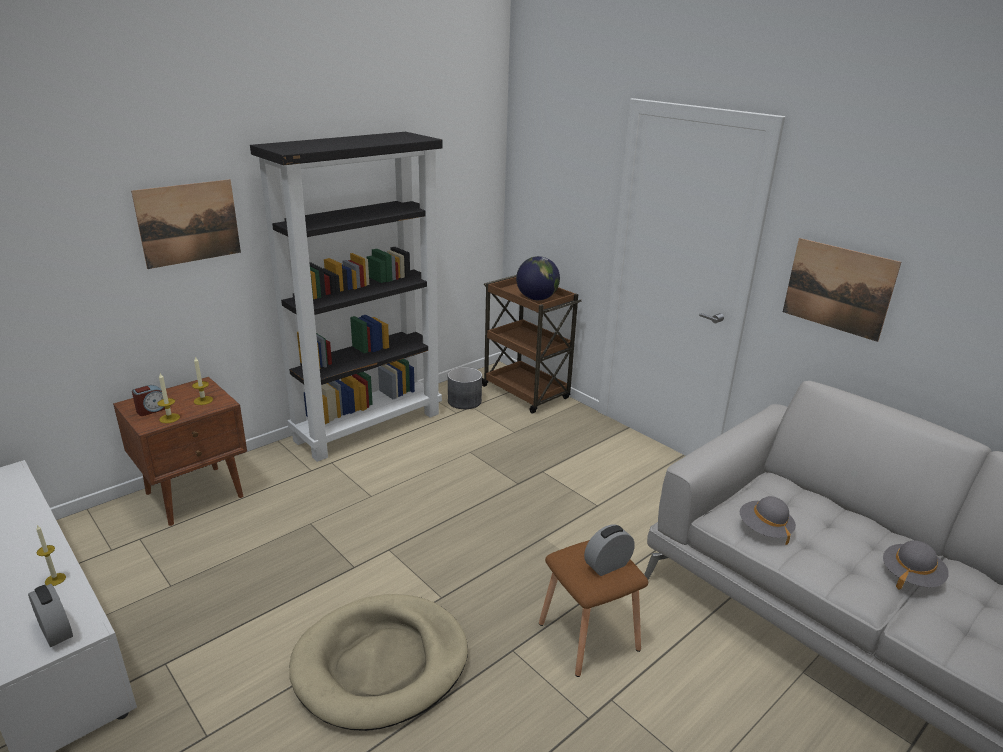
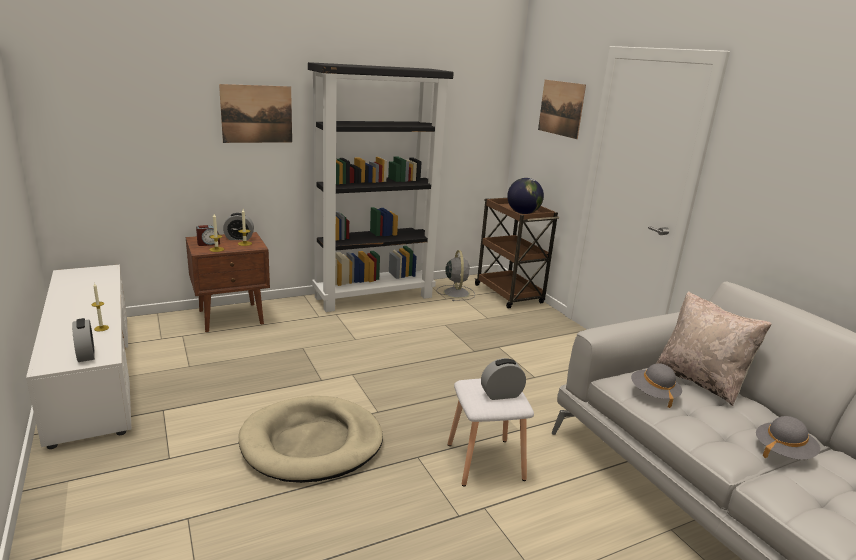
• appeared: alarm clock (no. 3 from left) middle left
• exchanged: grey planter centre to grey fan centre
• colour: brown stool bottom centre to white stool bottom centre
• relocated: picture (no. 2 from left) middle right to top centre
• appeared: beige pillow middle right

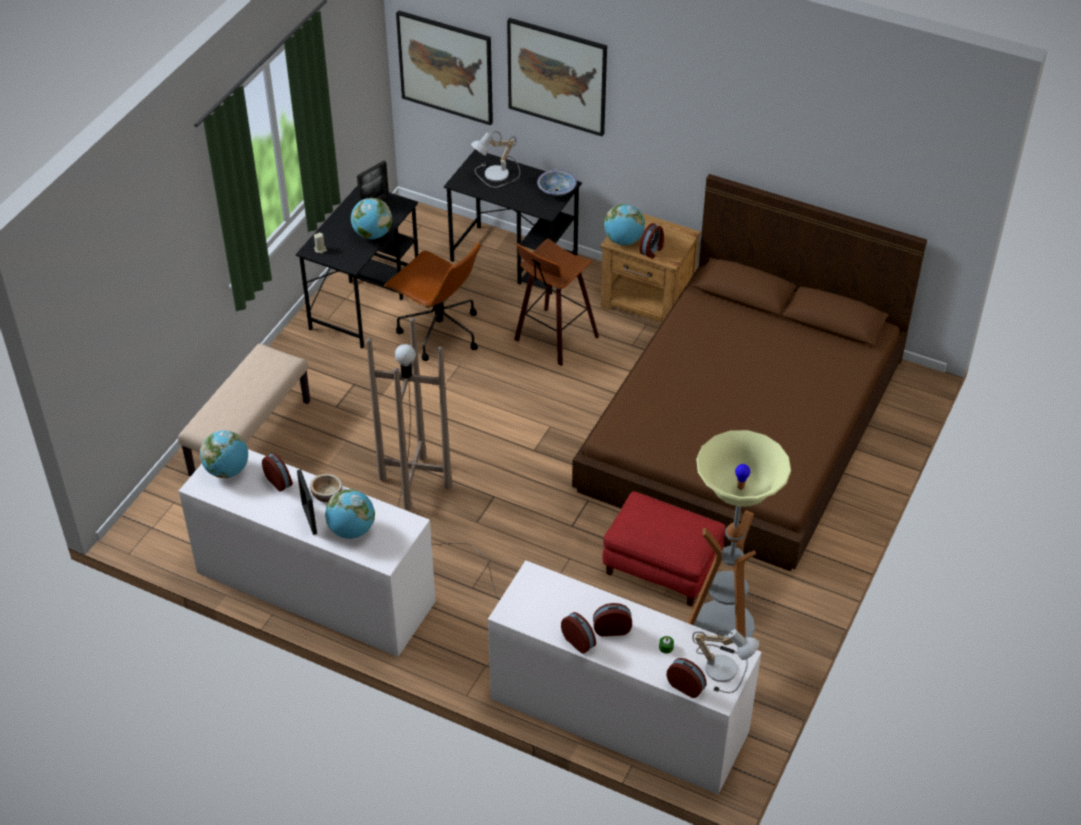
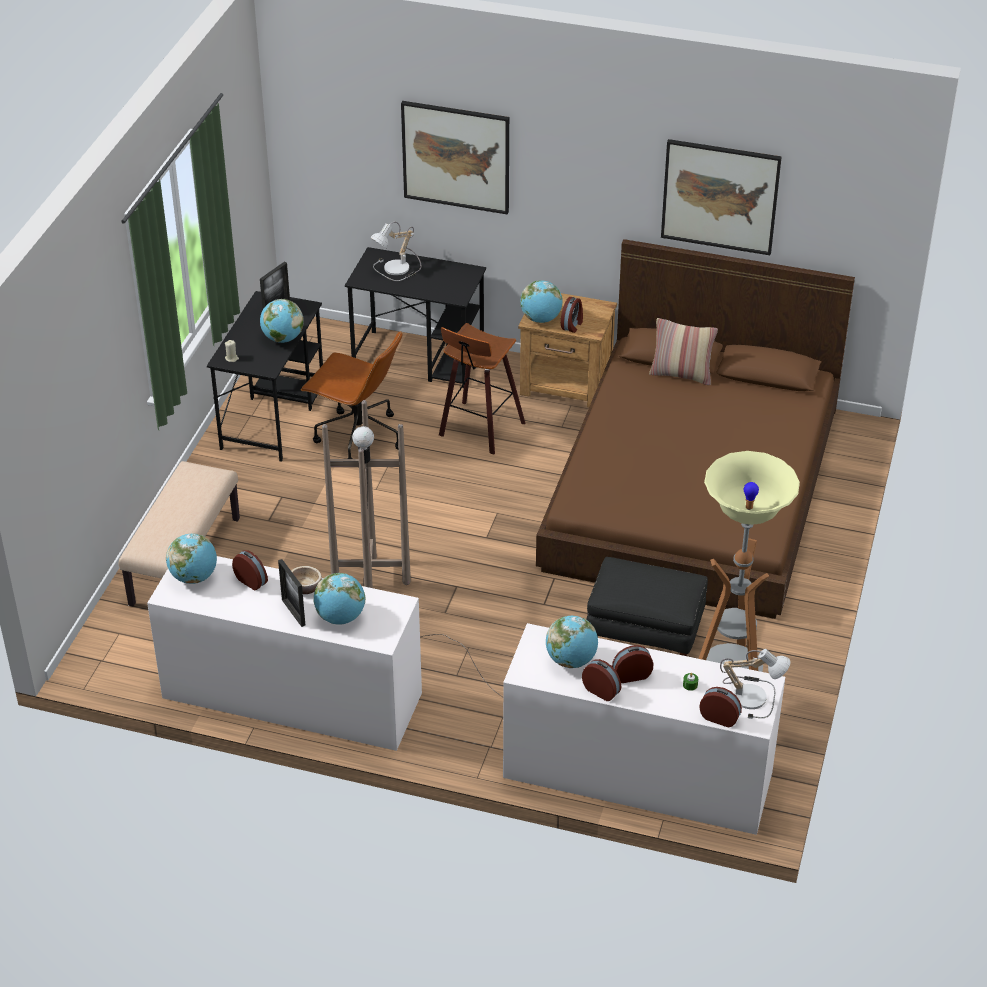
• appeared: globe (no. 5 from left) centre
• colour: red ottoman centre to black ottoman centre
• appeared: pillow middle right
• relocated: picture (no. 1 from left in the first image) top centre to picture (no. 2 from left) top right
• missing: bowl (no. 2 from left) top centre

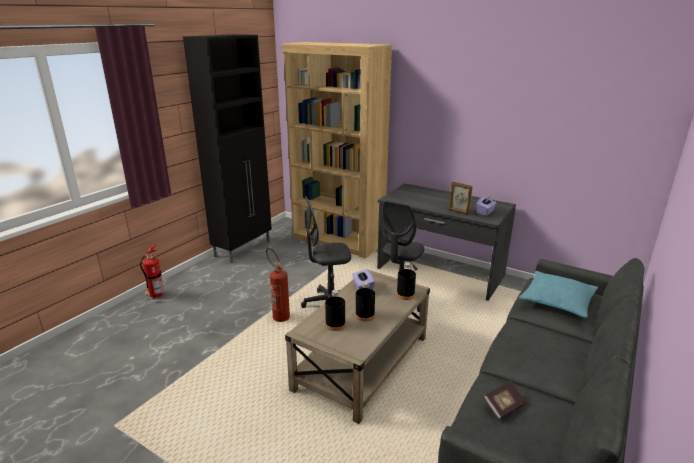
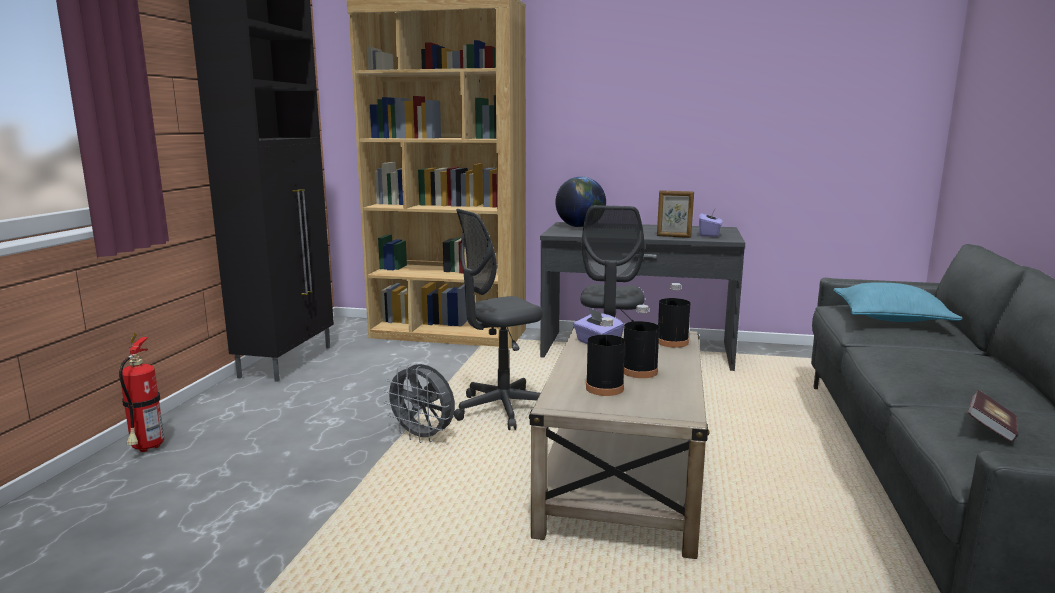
• exchanged: fire extinguisher (no. 2 from left) centre to grey fan bottom centre
• appeared: globe centre

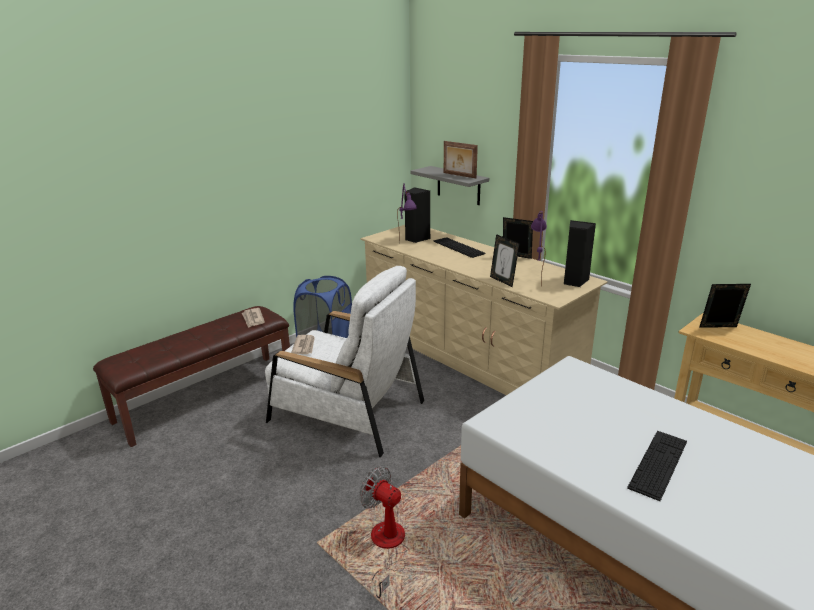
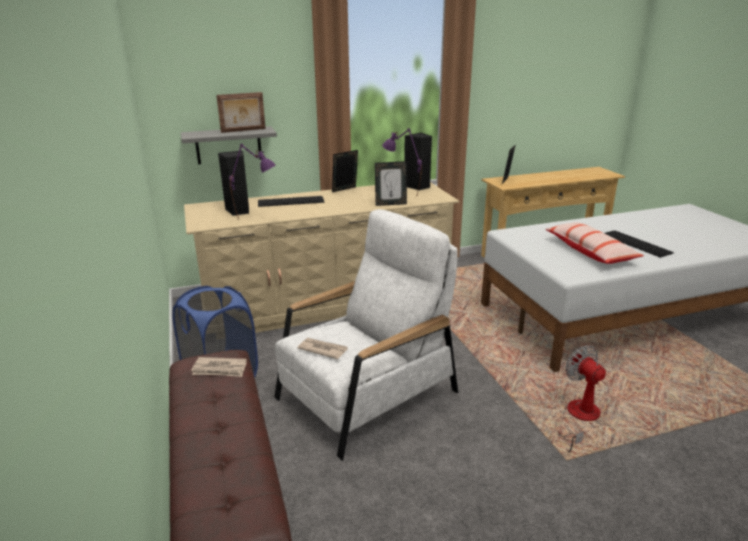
• appeared: pillow middle right
• spun: fan bottom centre = bottom right 90 degrees clockwise

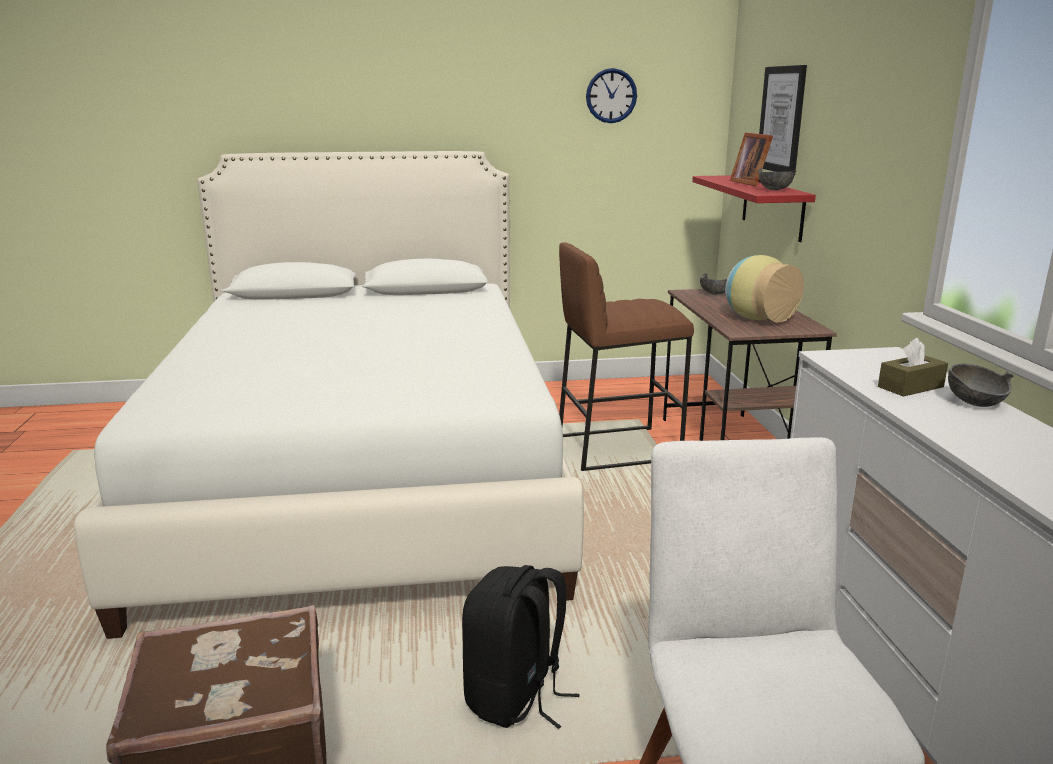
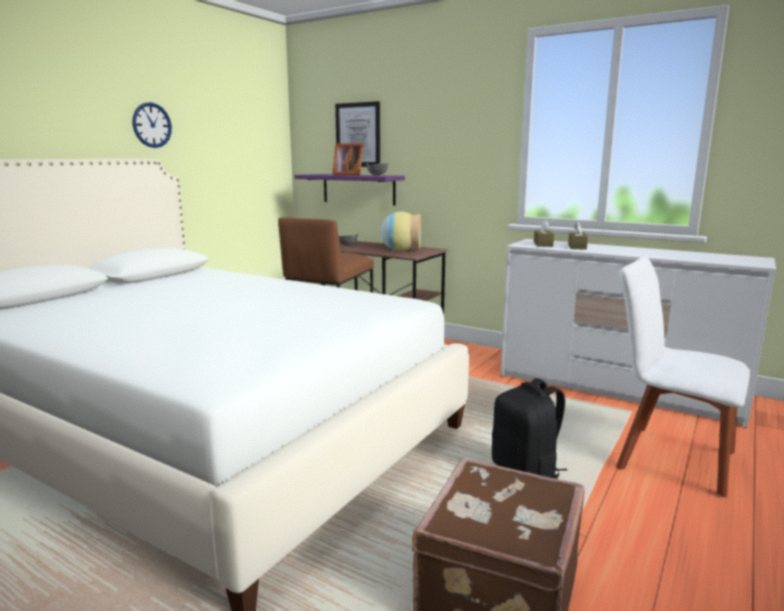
• relocated: wall clock top centre to top left
• colour: red shelf top right to purple shelf top centre
• appeared: brown tissue box (no. 1 from left) middle right
• missing: grey bowl (no. 3 from left) middle right

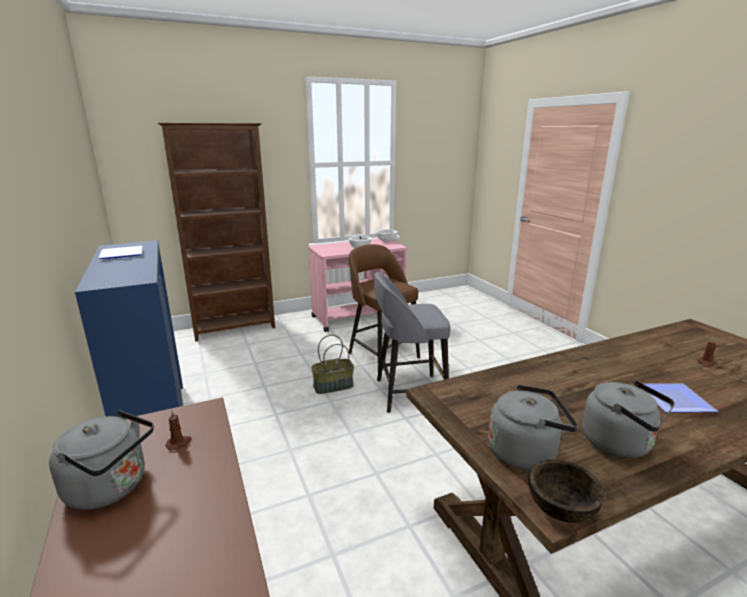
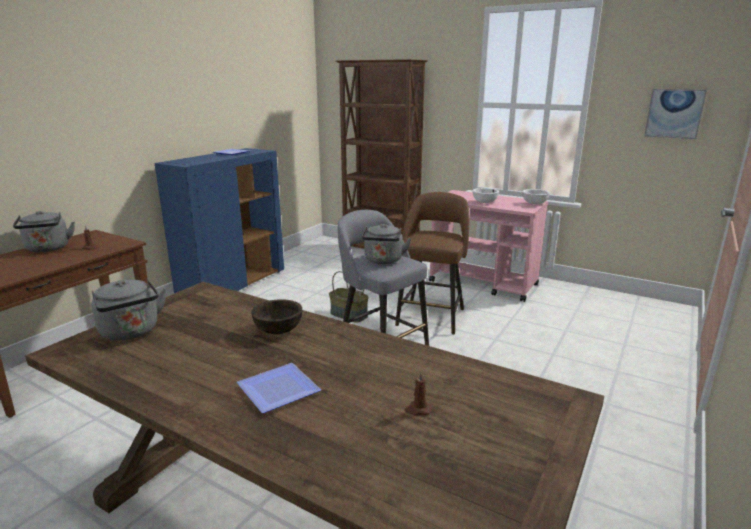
• relocated: brown bowl bottom right to centre
• relocated: grey kettle (no. 3 from left) bottom right to centre
• appeared: picture top right

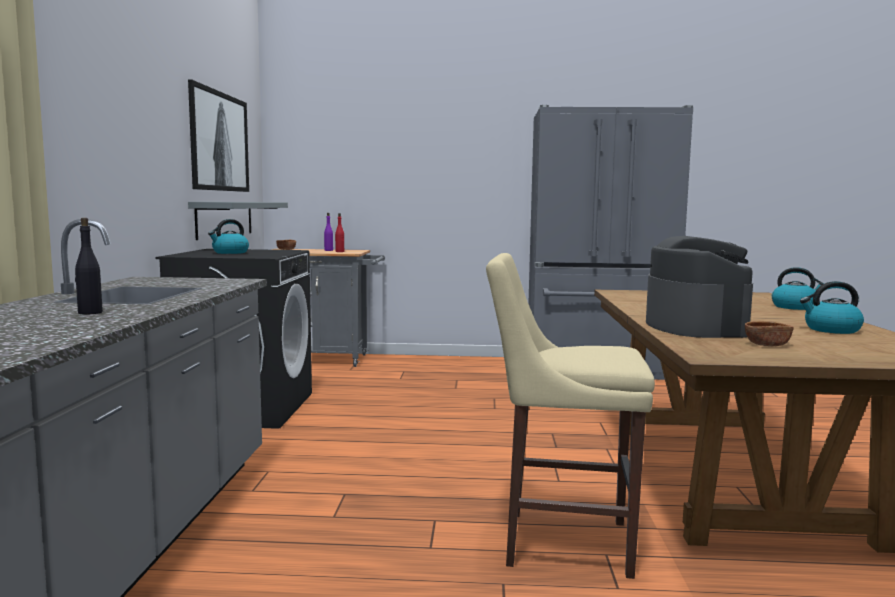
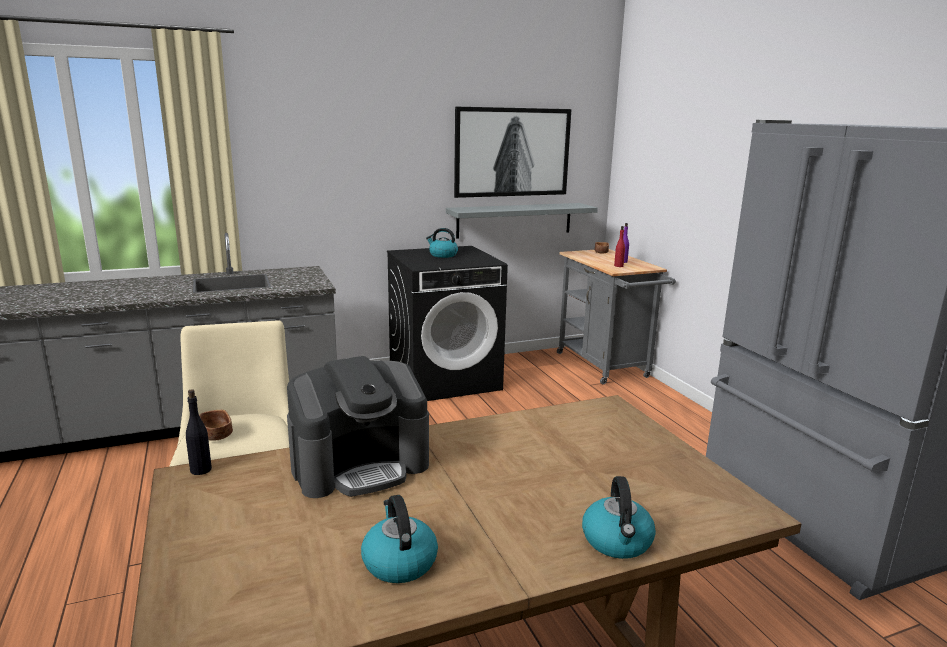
• relocated: black bottle middle left to bottom left
• relocated: brown bowl (no. 2 from left in the first image) middle right to brown bowl (no. 1 from left) middle left

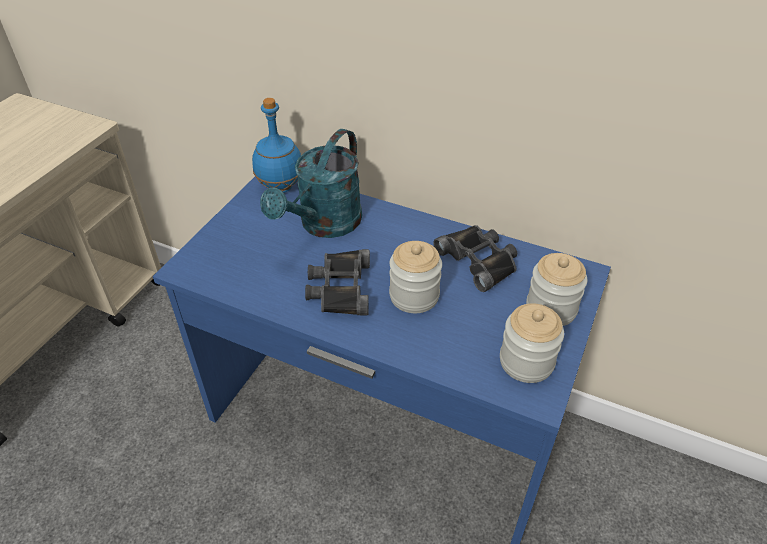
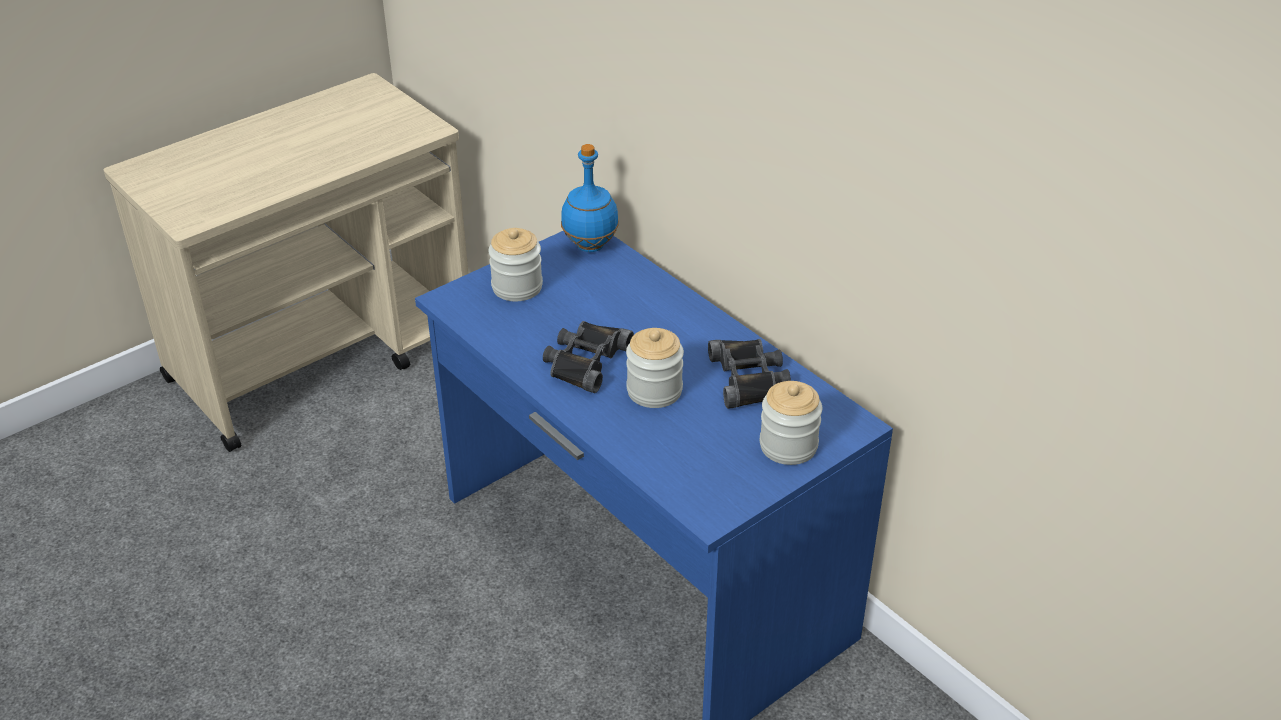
• relocated: jar (no. 2 from left in the first image) middle right to jar (no. 1 from left) centre
• missing: turquoise watering can centre

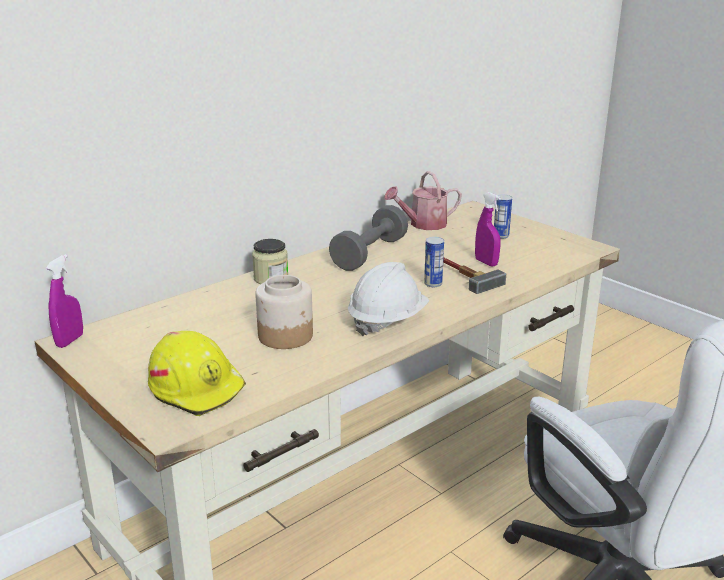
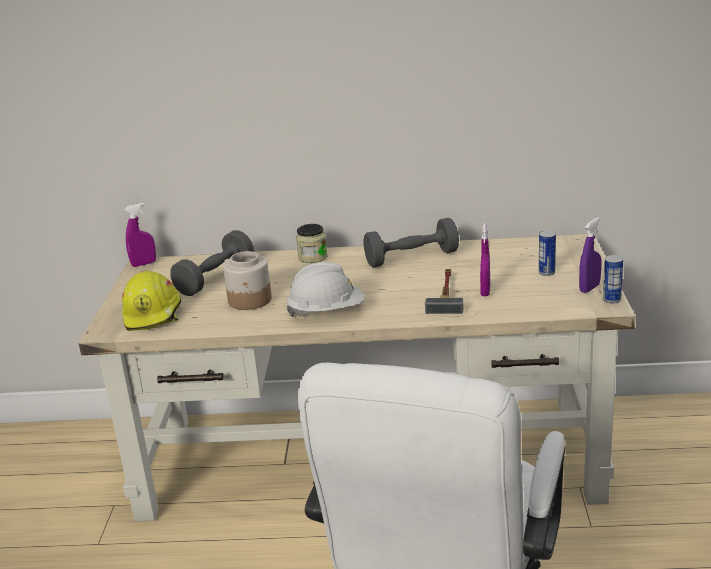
• appeared: grey dumbbell (no. 1 from left) middle left
• appeared: purple spray bottle (no. 3 from left) middle right
• relocated: can (no. 1 from left in the first image) centre to can (no. 2 from left) middle right
• missing: watering can centre

